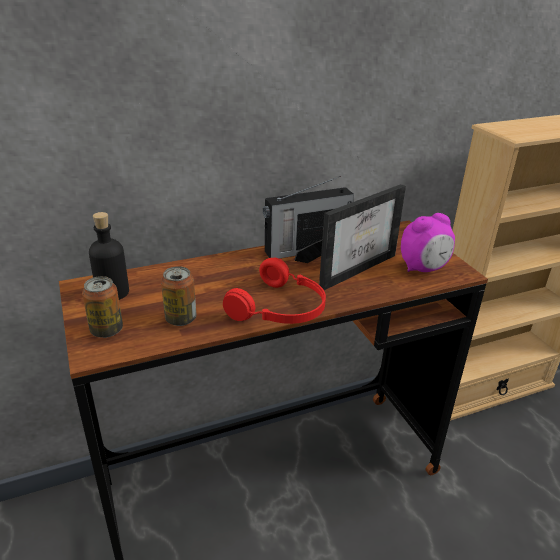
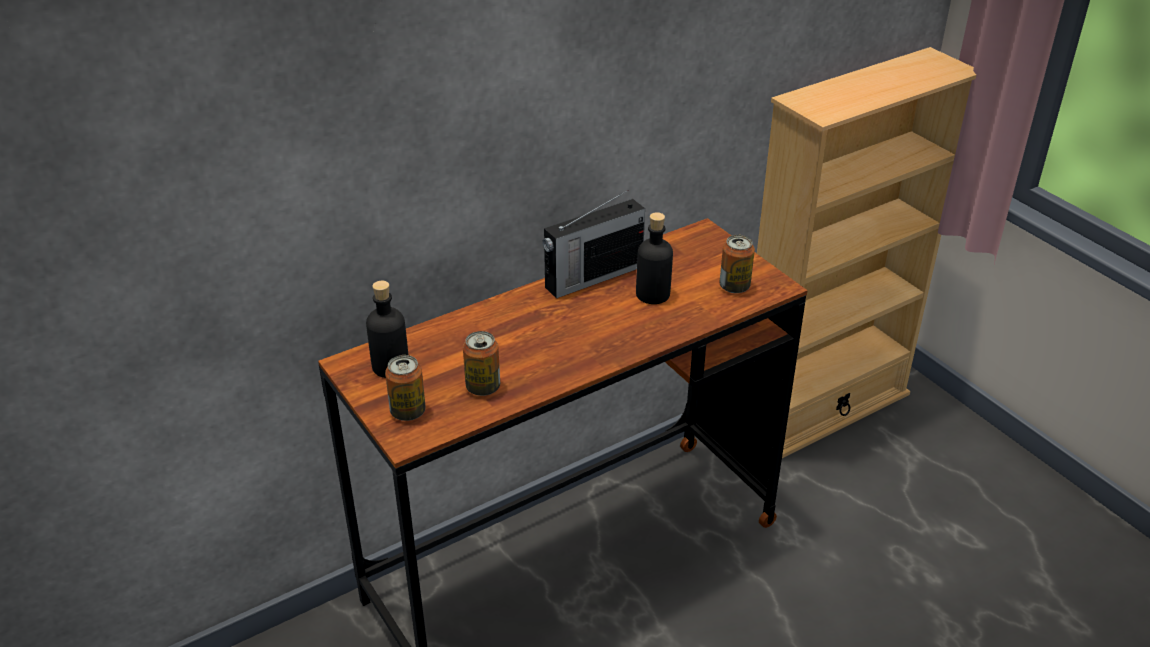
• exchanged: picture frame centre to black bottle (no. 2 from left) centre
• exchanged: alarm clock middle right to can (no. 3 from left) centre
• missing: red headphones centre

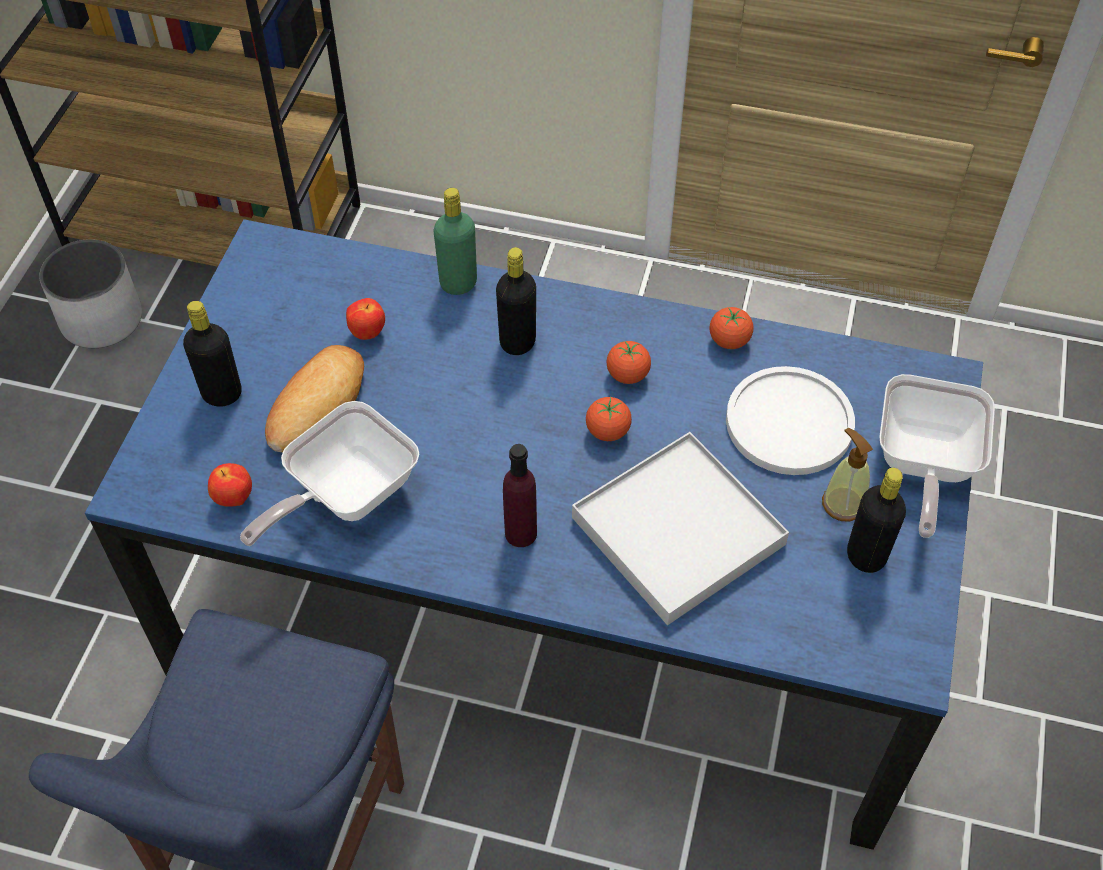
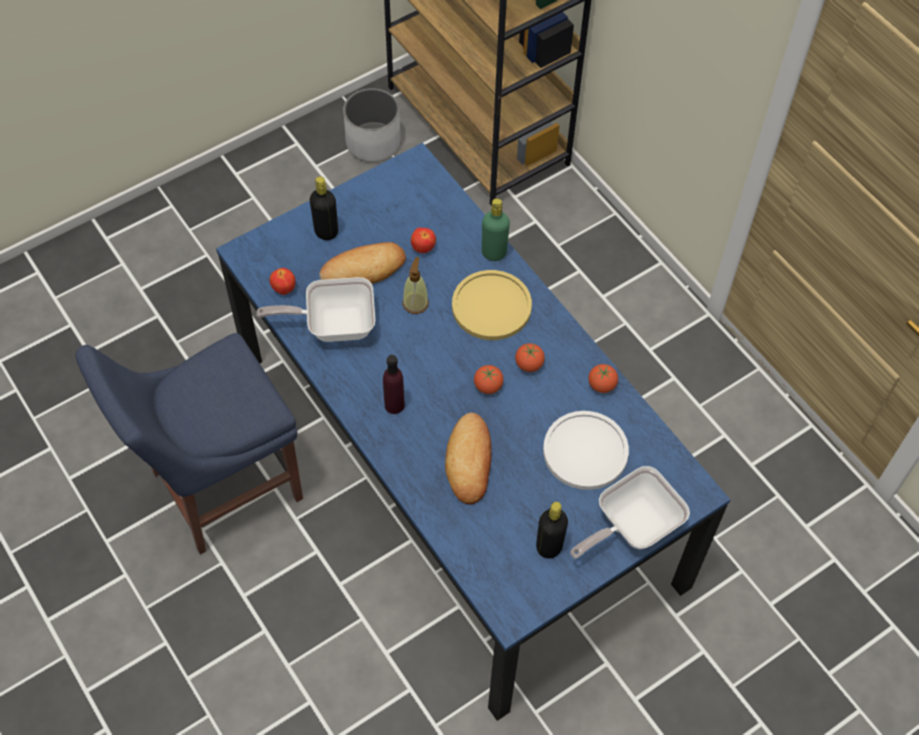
• relocated: soap dispenser middle right to centre
• exchanged: white tray centre to bread (no. 2 from left) centre
• exchanged: black bottle (no. 2 from left) centre to yellow plate centre

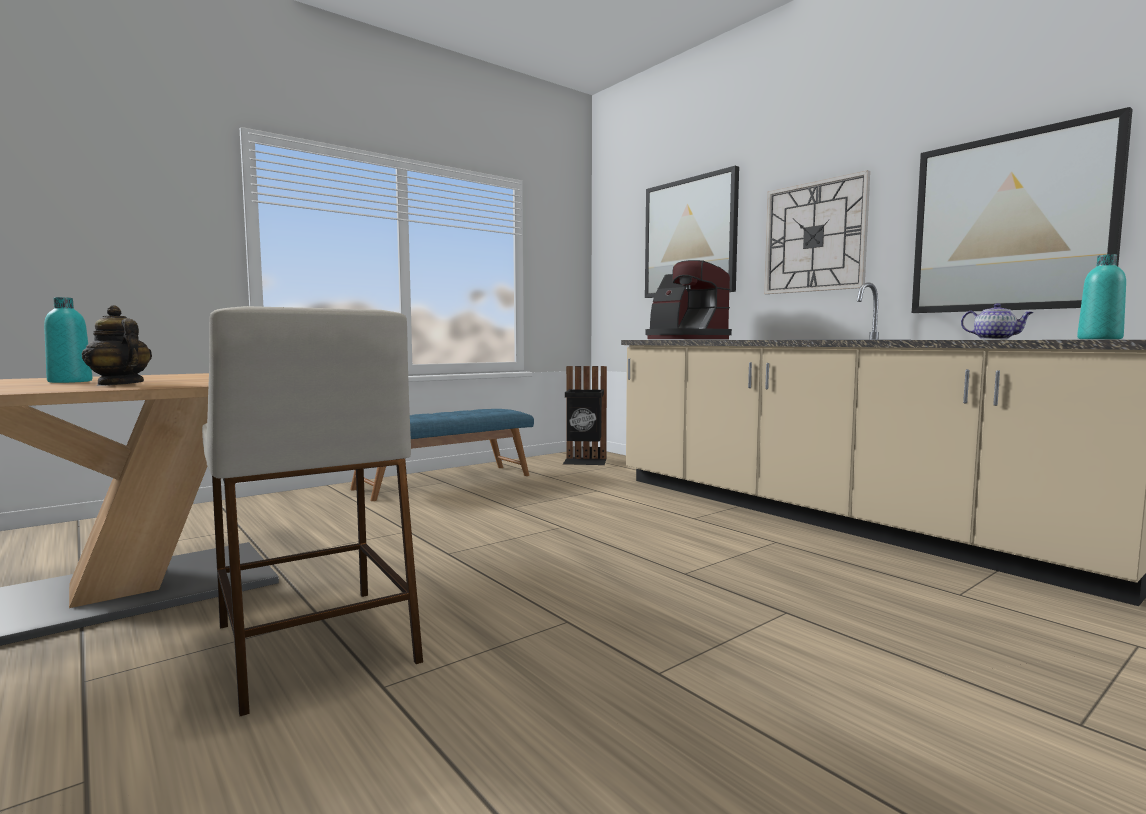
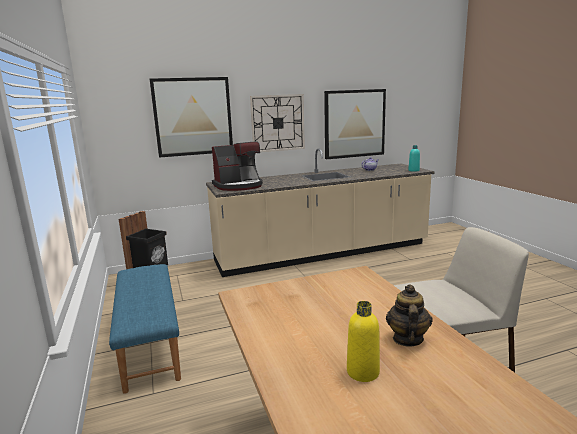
• colour: turquoise bottle (no. 1 from left) middle left to yellow bottle bottom centre
• spun: teapot (no. 1 from left in the first image) middle left = bottom right 135 degrees clockwise

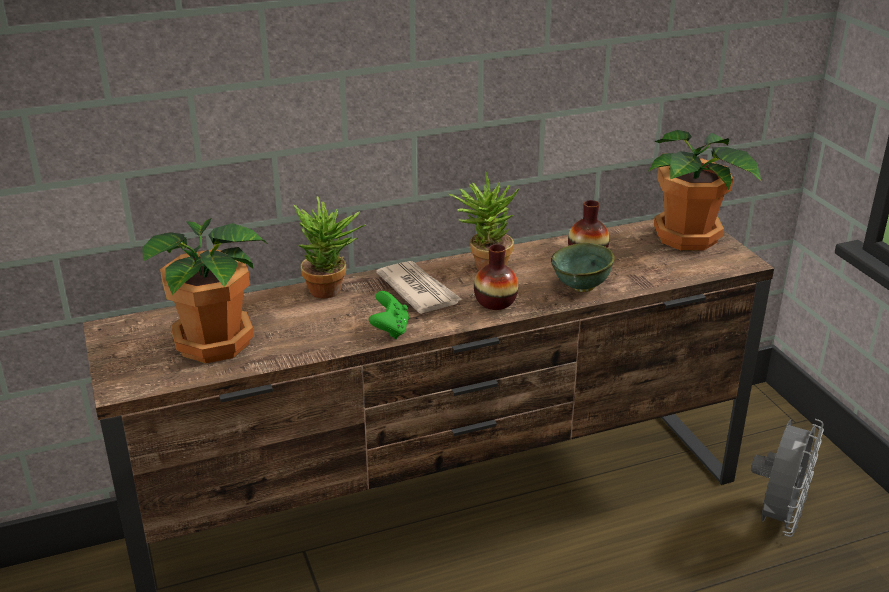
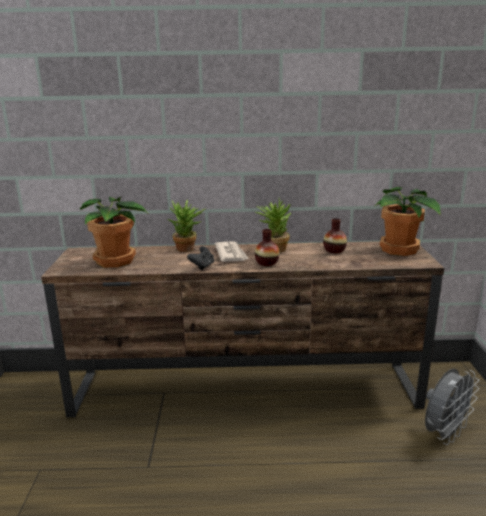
• colour: green game controller centre to black game controller centre
• missing: green bowl centre

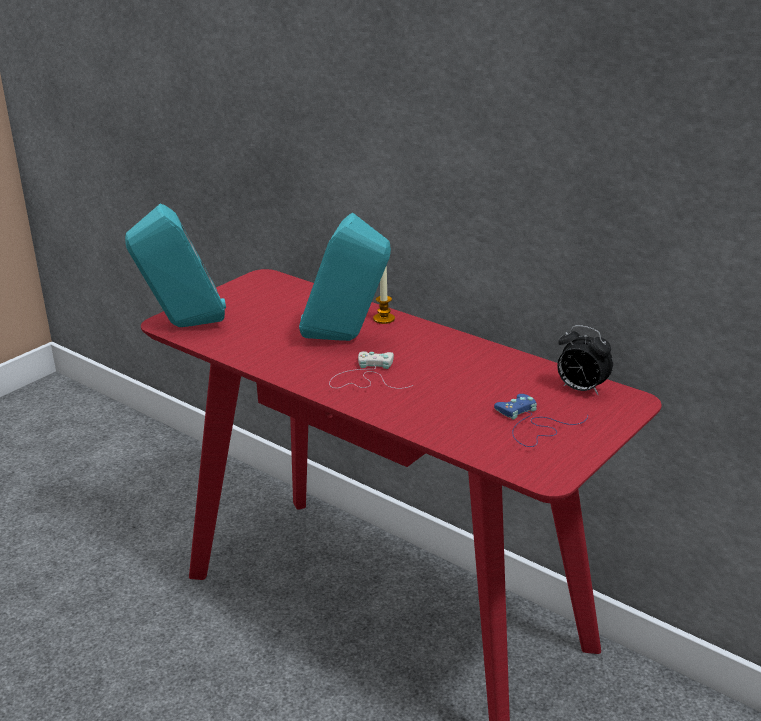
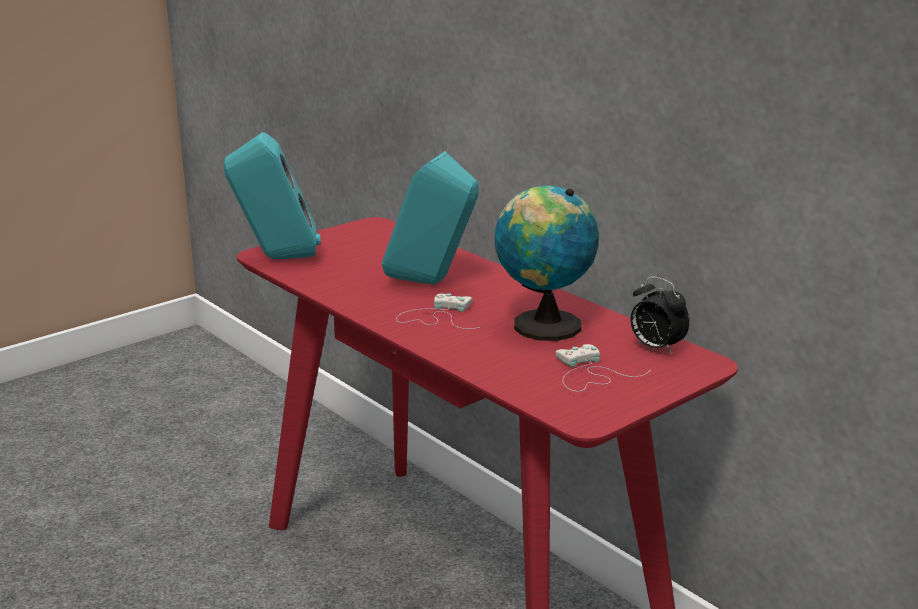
• appeared: globe centre
• colour: blue game controller middle right to white game controller (no. 2 from left) centre
• missing: candle centre

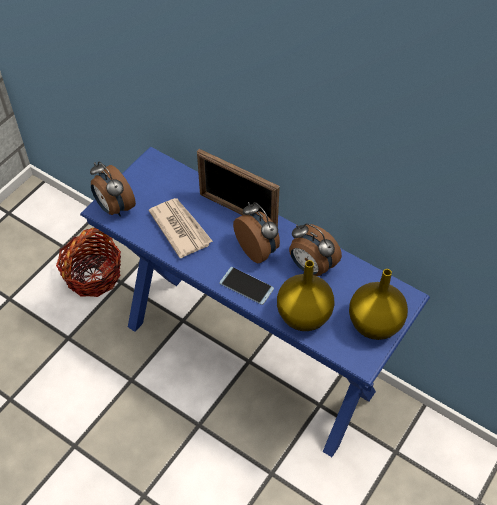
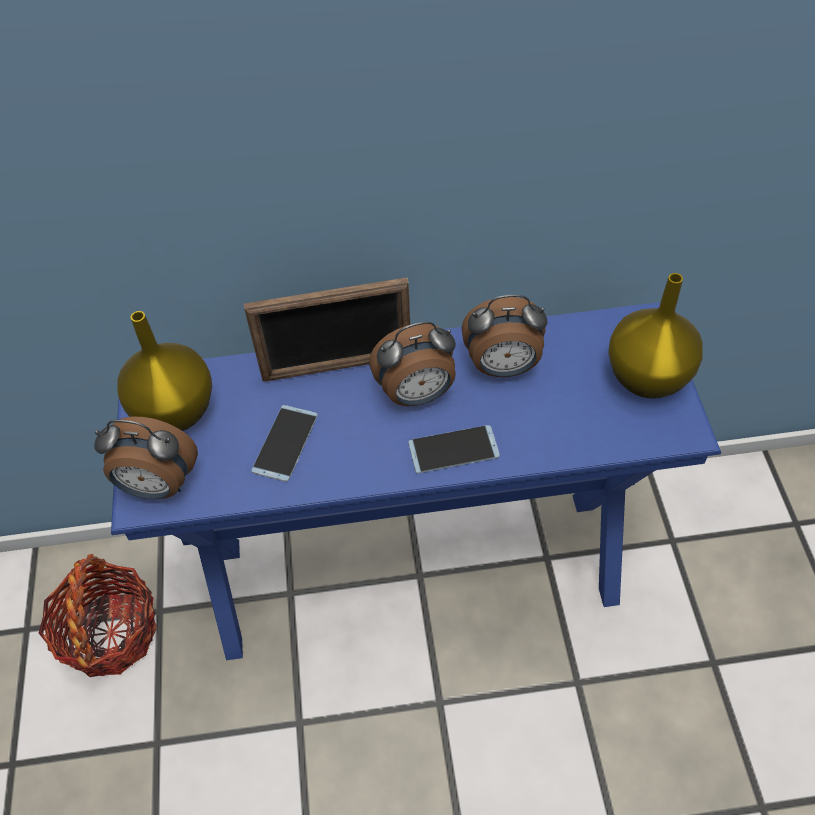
• relocated: yellow vase (no. 1 from left) centre to middle left
• exchanged: newspaper centre to phone (no. 1 from left) centre
• spun: alarm clock (no. 2 from left) centre = centre 150 degrees clockwise

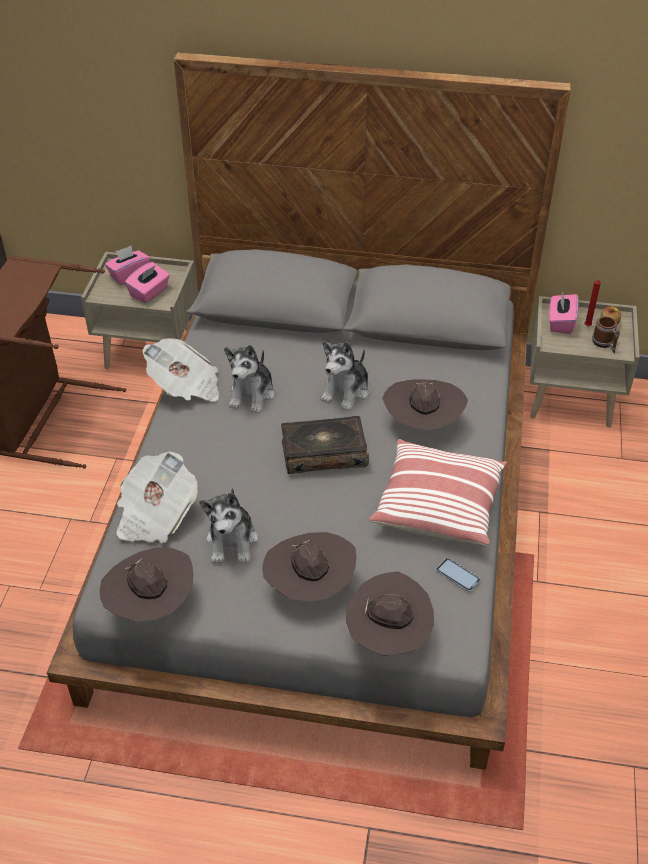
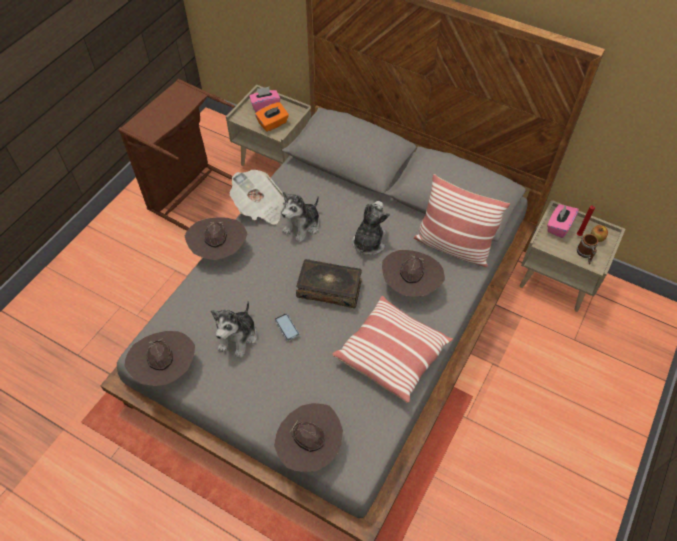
• relocated: brown hat (no. 2 from left) centre to middle left
• colour: pink tissue box (no. 2 from left) top left to orange tissue box top centre
• relocated: phone middle right to centre
• spun: plush toy (no. 3 from left) centre = centre 150 degrees clockwise
• appeared: pillow (no. 2 from left) middle right
• missing: newspaper (no. 1 from left) middle left

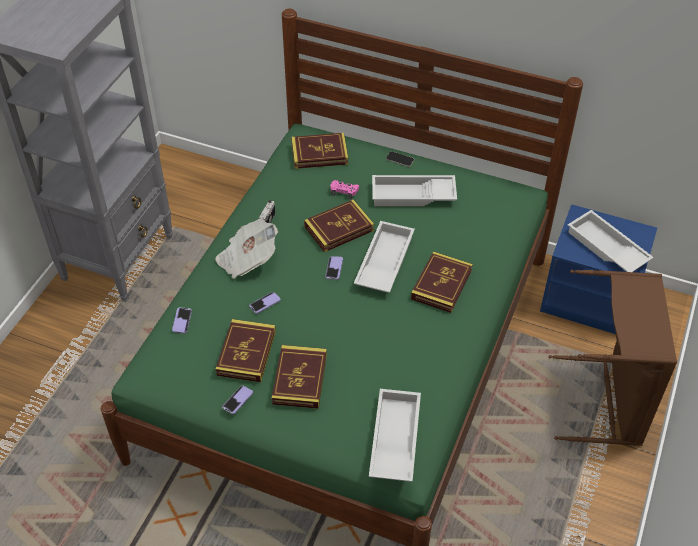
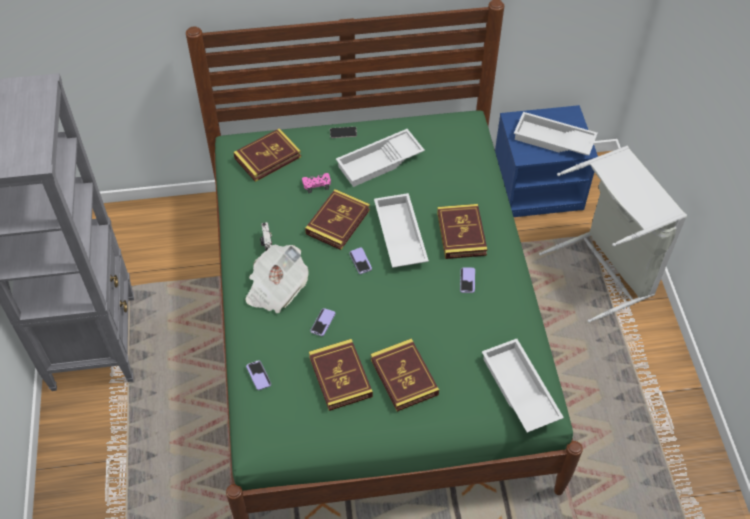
• relocated: phone (no. 2 from left in the first image) bottom centre to phone (no. 5 from left) centre
• colour: brown laundry basket middle right to grey laundry basket middle right

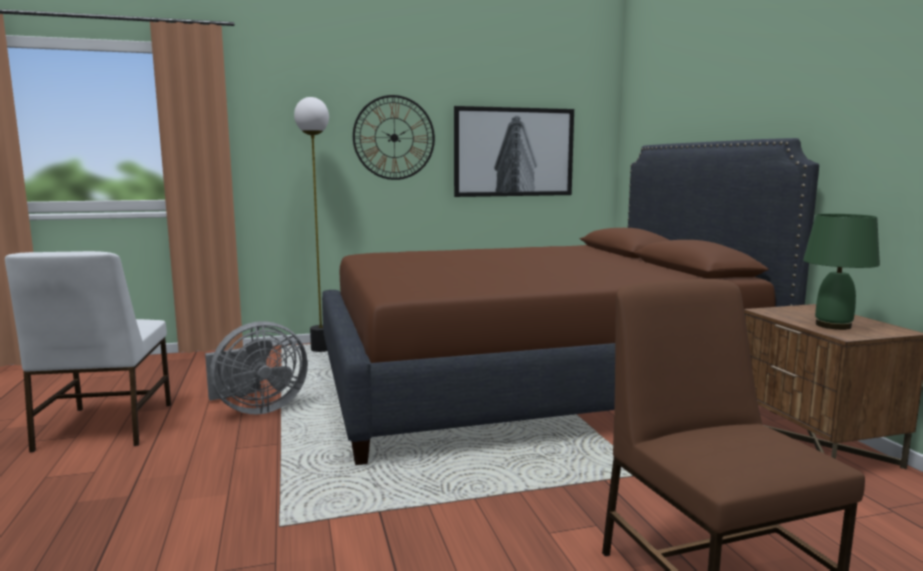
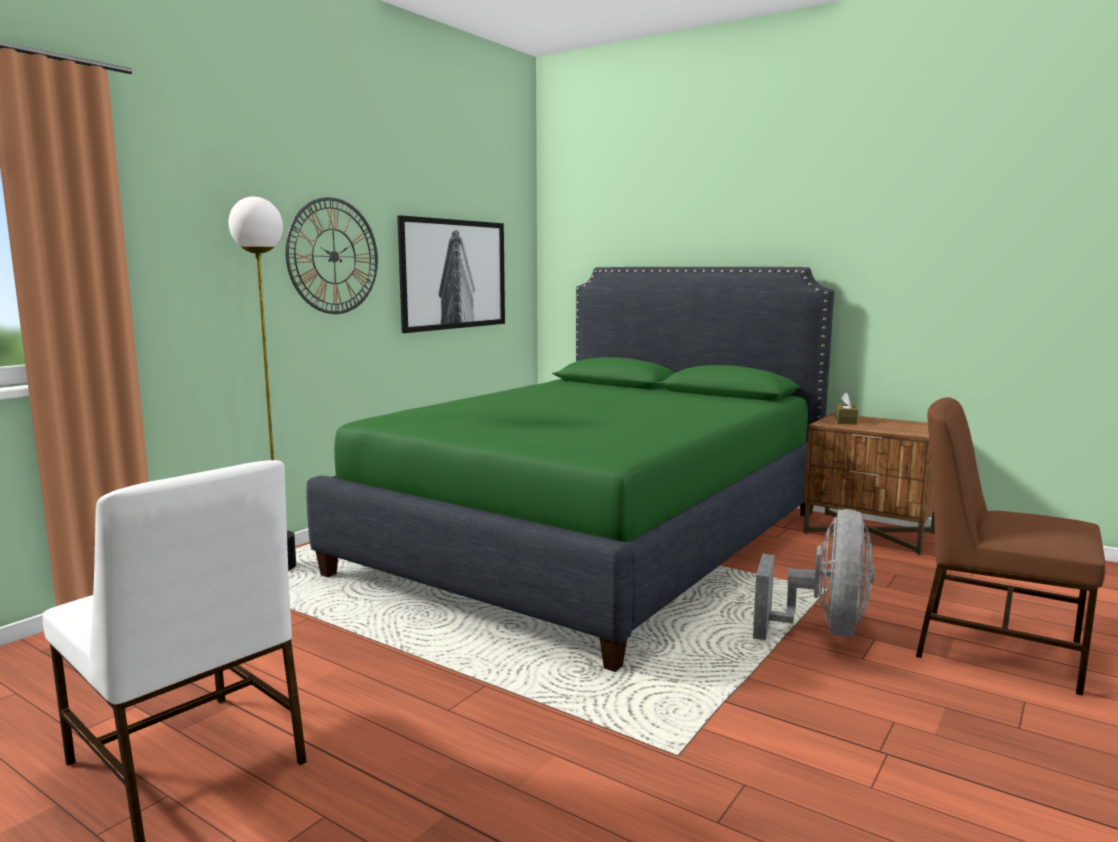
• colour: brown bed centre to green bed centre
• relocated: grey fan middle left to bottom right
• appeared: brown tissue box middle right
• missing: green table lamp middle right

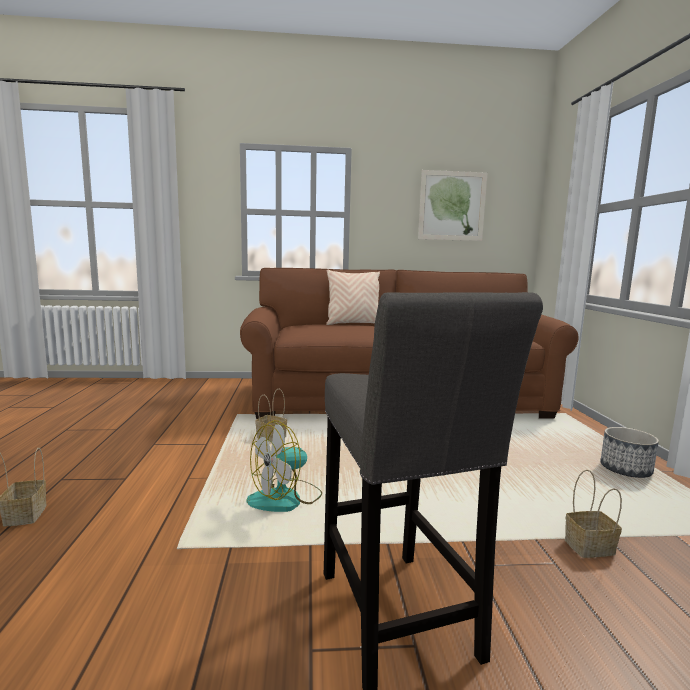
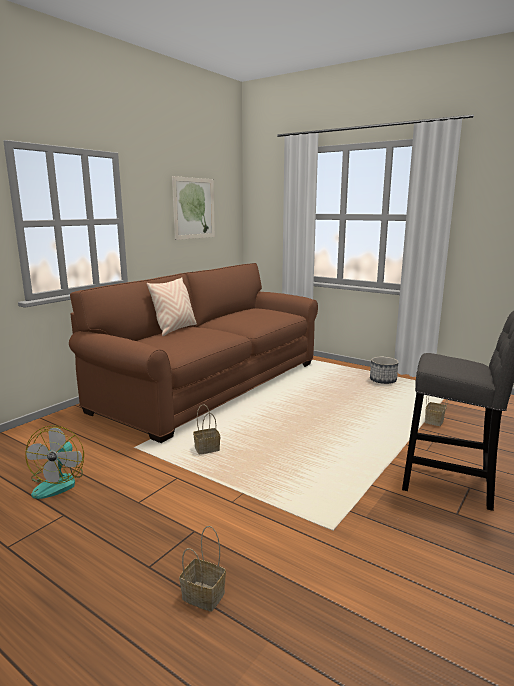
• relocated: fan bottom centre to bottom left

